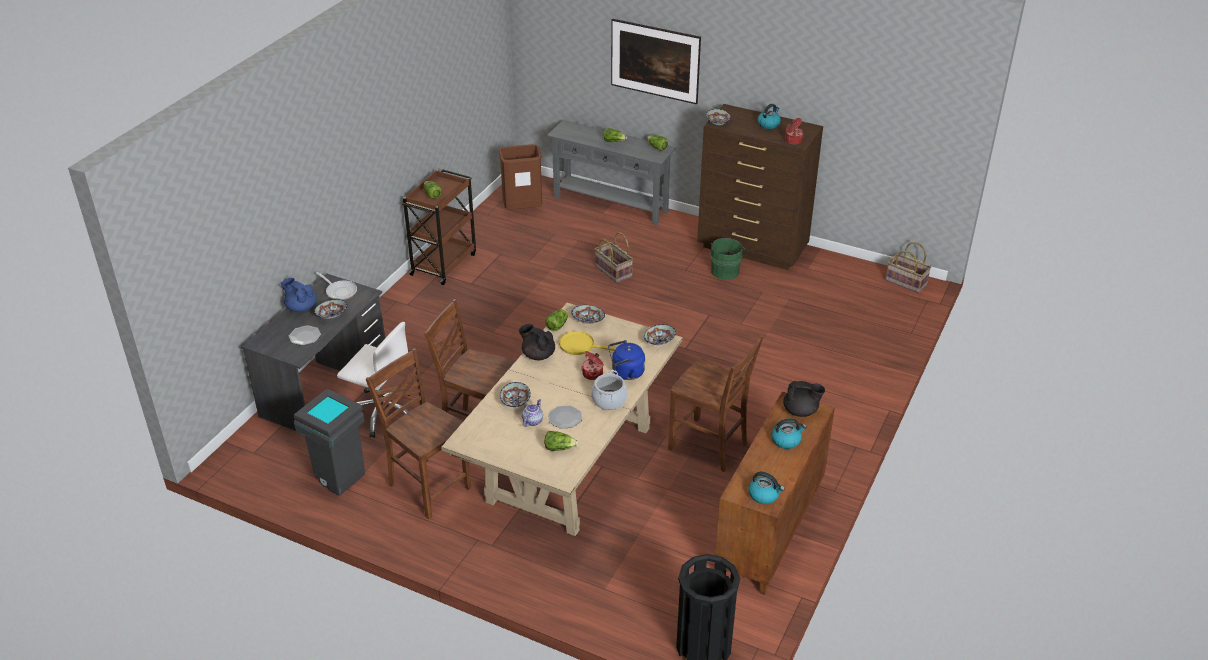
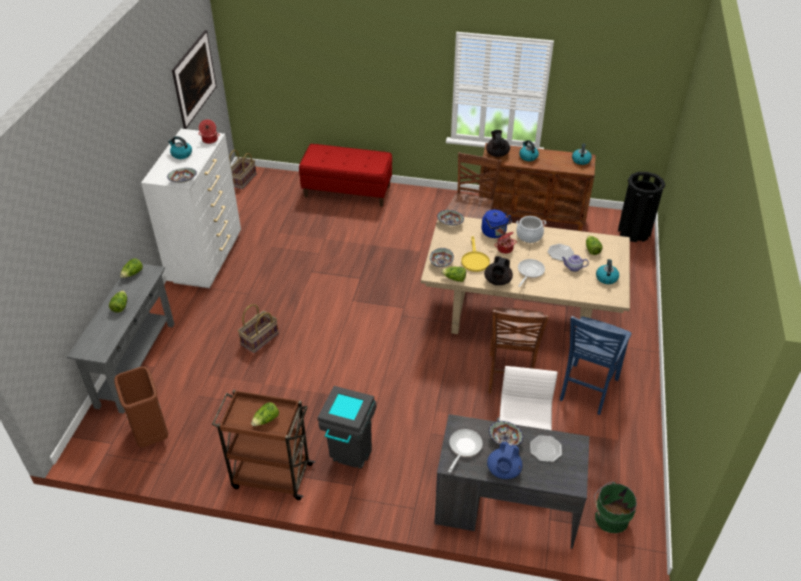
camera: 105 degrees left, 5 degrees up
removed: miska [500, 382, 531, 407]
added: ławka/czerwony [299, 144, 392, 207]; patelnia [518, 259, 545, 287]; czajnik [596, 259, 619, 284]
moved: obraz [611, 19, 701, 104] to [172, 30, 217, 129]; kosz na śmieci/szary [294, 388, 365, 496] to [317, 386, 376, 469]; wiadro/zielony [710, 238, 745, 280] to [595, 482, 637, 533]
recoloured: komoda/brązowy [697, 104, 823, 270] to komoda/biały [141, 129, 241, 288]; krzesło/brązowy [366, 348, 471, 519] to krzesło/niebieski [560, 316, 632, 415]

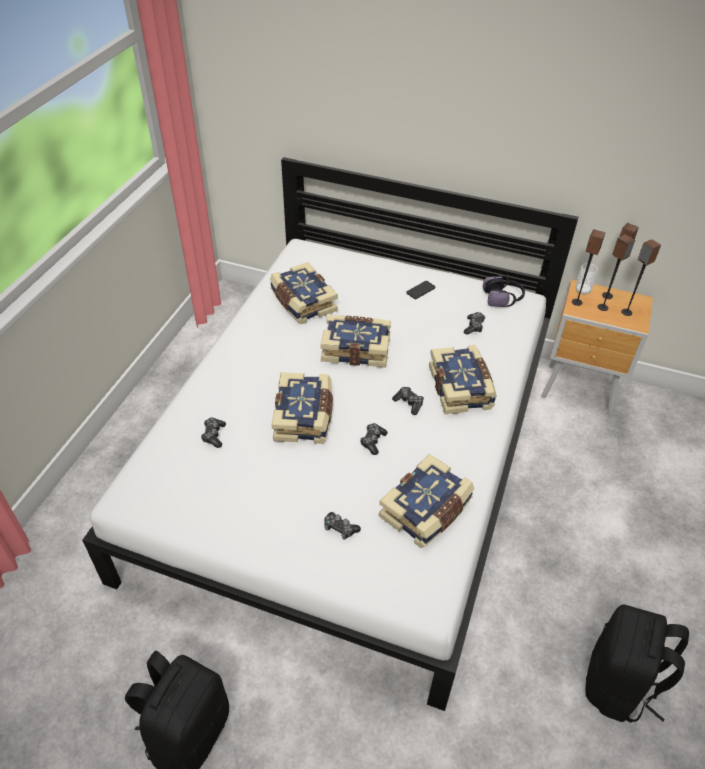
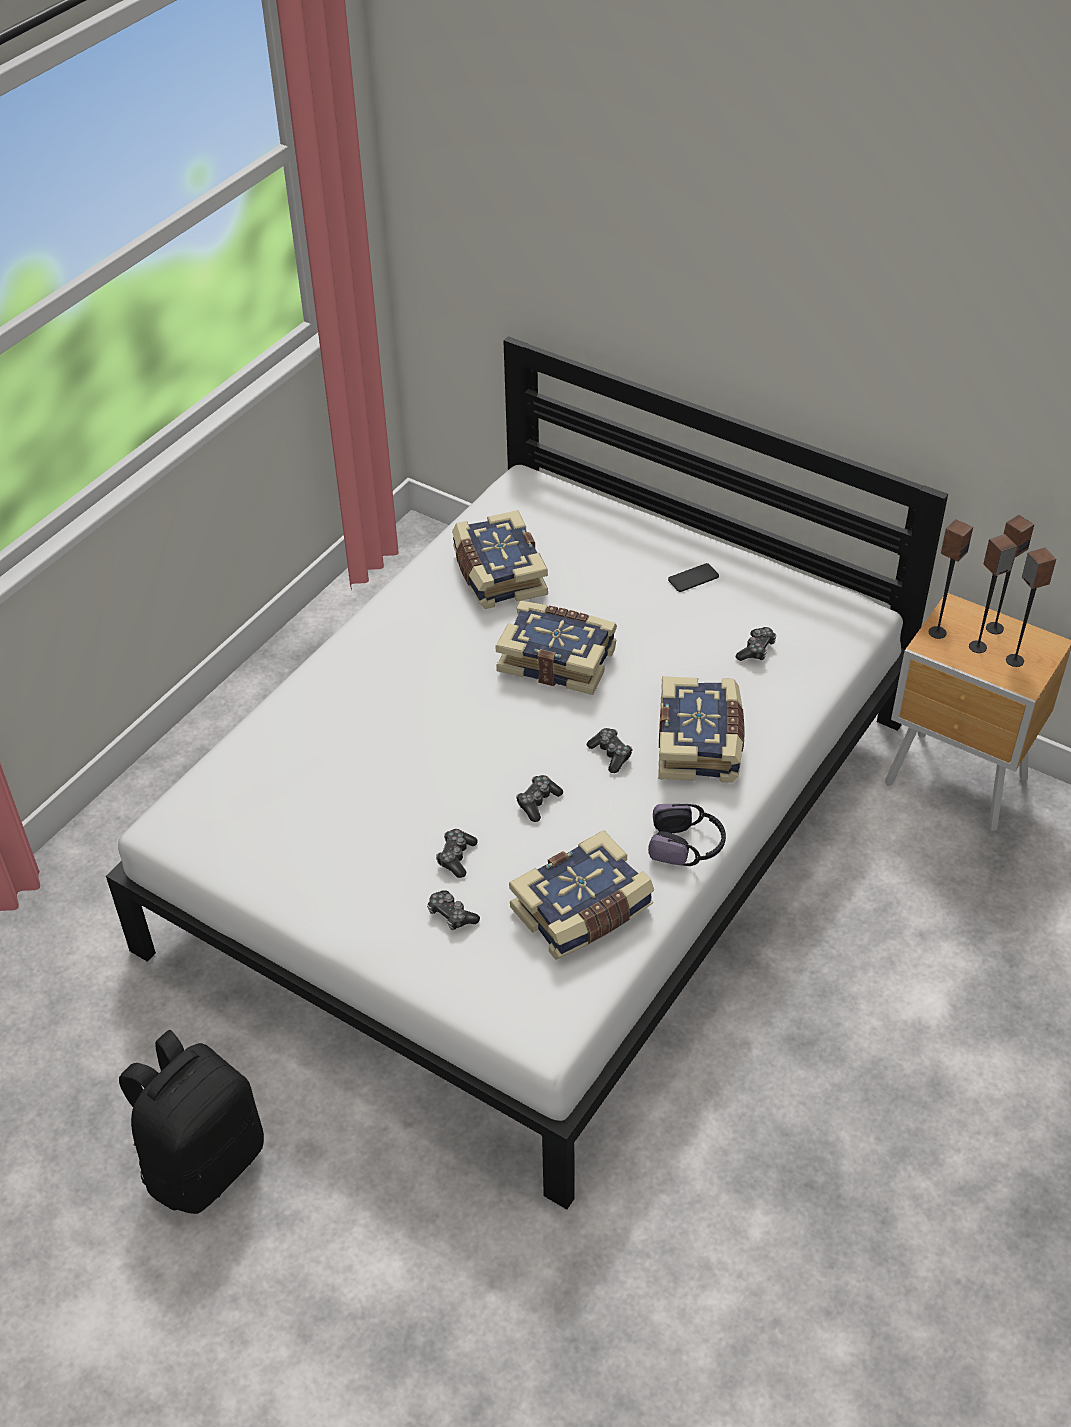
camera: 15 degrees right, 0 degrees up
removed: książka [272, 372, 333, 444]; filiżanka [575, 263, 598, 295]; plecak/czarny [585, 604, 689, 723]
moved: pad do gier [201, 418, 226, 448] to [436, 829, 478, 878]; słuchawki [483, 275, 525, 307] to [648, 804, 726, 866]

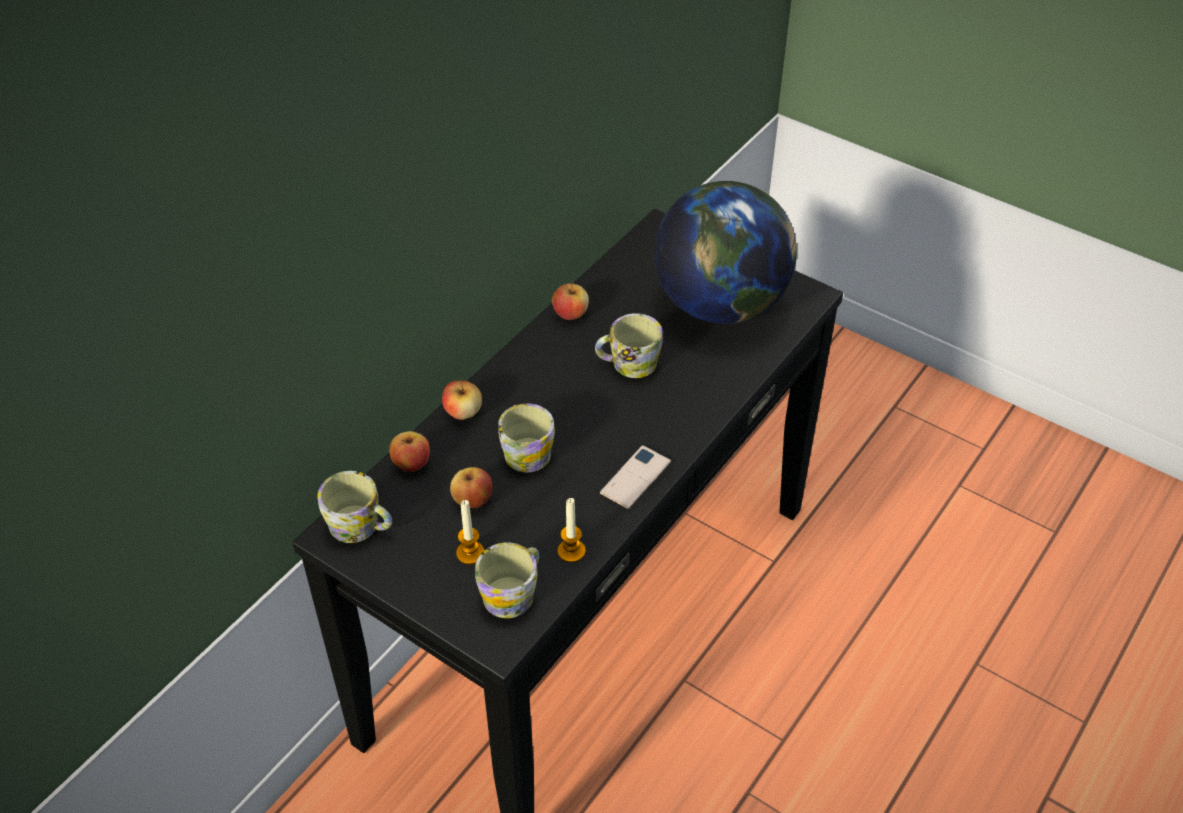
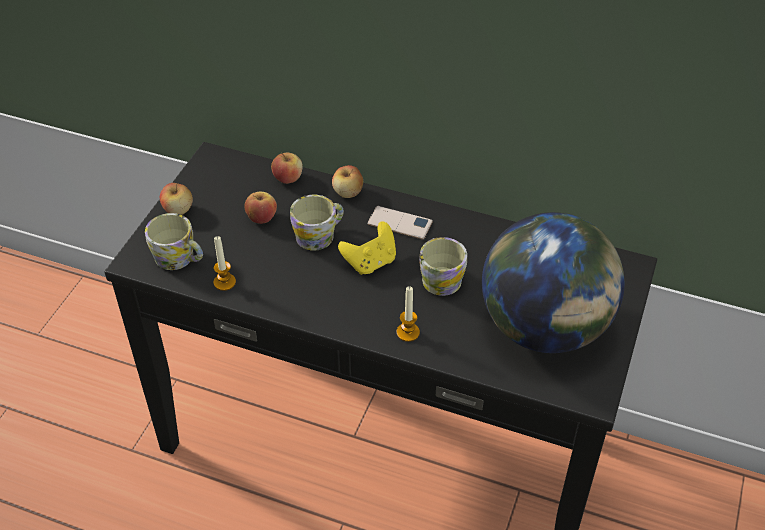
camera: 75 degrees right, 0 degrees up
removed: kubek [318, 471, 392, 543]
added: pad do gier/żółty [338, 221, 396, 275]
moved: jabłko [552, 283, 589, 320] to [160, 183, 193, 215]; telefon [600, 445, 671, 509] to [367, 206, 433, 240]; świeca [456, 500, 484, 565] to [397, 286, 420, 342]

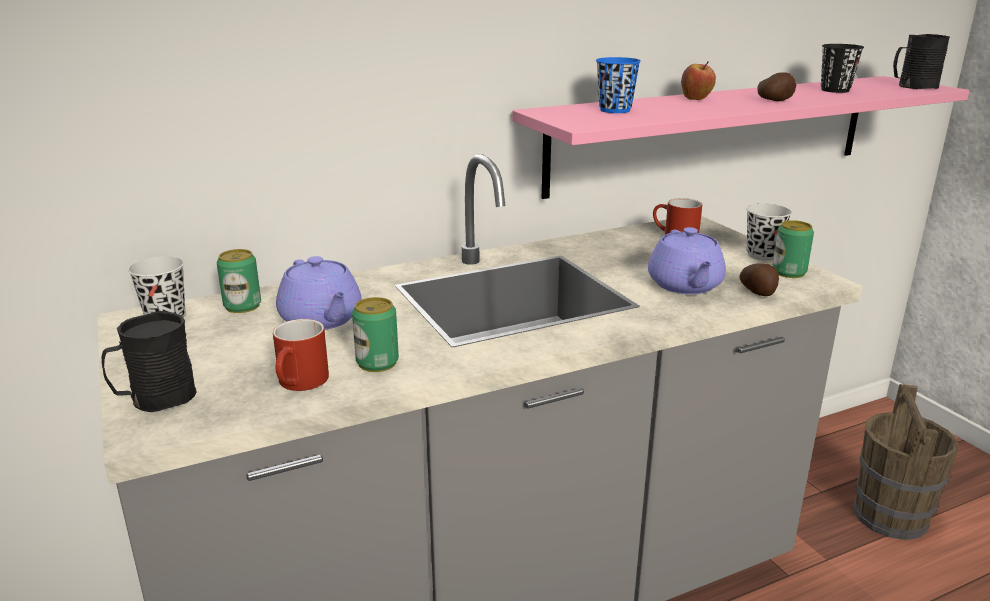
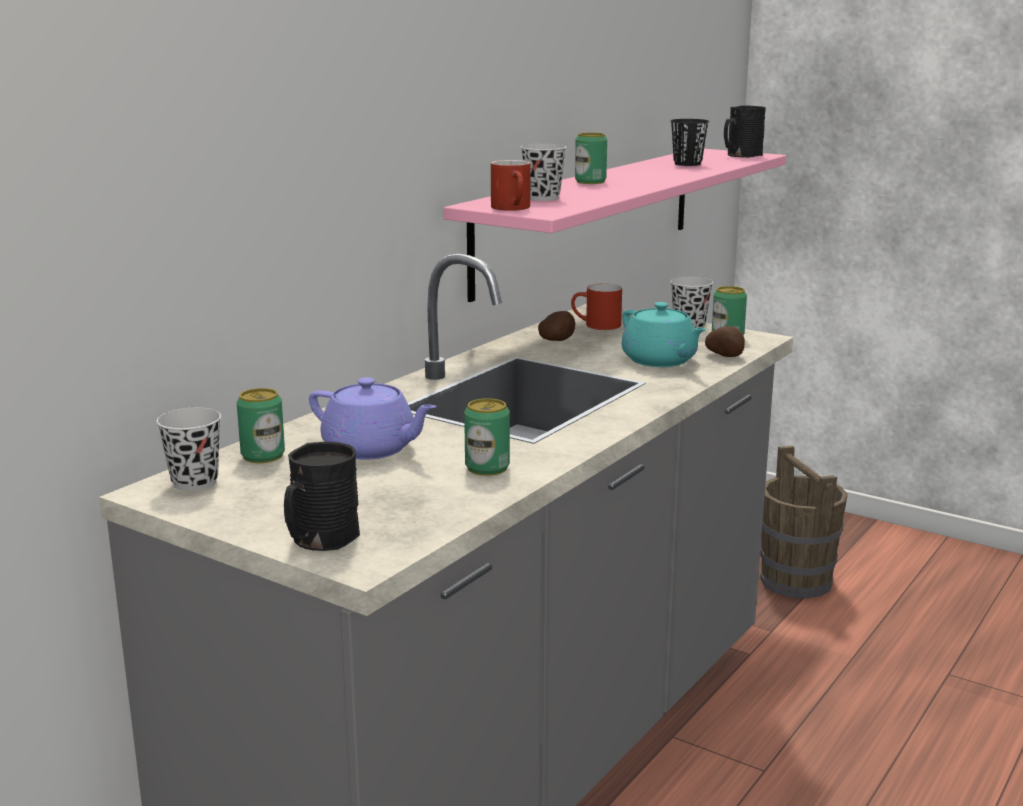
camera: 30 degrees left, 5 degrees down
moved: kubek/czerwony [273, 319, 329, 391] to [491, 160, 531, 211]; ziemniak [757, 72, 796, 101] to [538, 311, 575, 341]
replaced: jabłko [681, 62, 716, 100] to puszka [575, 133, 607, 184]
recoloured: filiżanka/niebieski [596, 57, 641, 113] to filiżanka/czarny [521, 144, 566, 201]; imbryk/fioletowy [648, 227, 726, 294] to imbryk/turkusowy [621, 302, 706, 367]

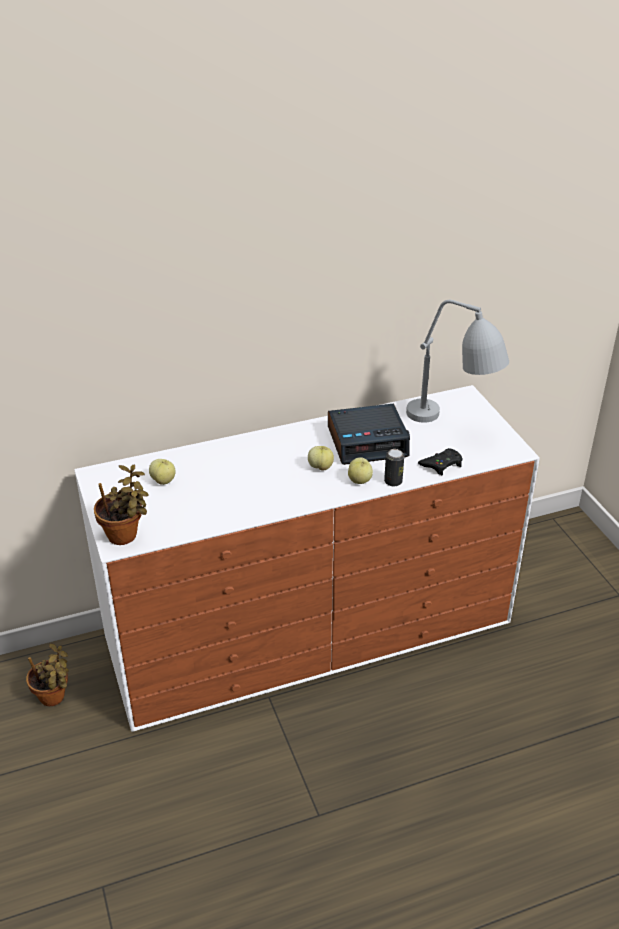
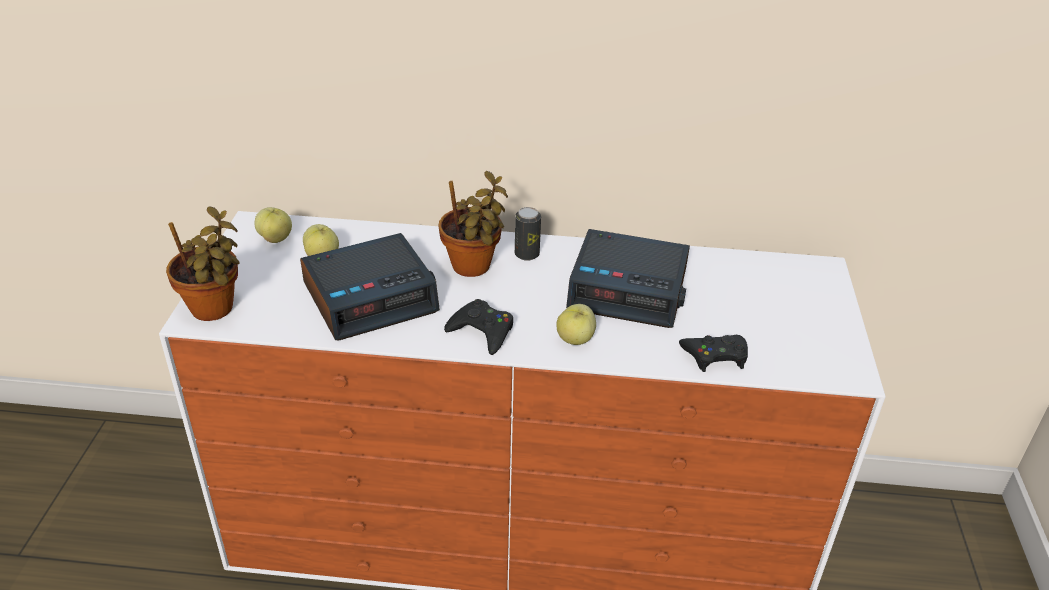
camera: 25 degrees right, 0 degrees up
removed: lampa stołowa/szary [406, 300, 509, 423]
added: budzik [300, 233, 440, 340]; pad do gier/czarny [444, 299, 513, 355]
moved: jabłko [308, 446, 334, 470] to [255, 207, 292, 243]; roślina doniczkowa [26, 643, 69, 706] to [438, 171, 508, 277]; puszka [384, 449, 404, 486] to [515, 207, 541, 261]

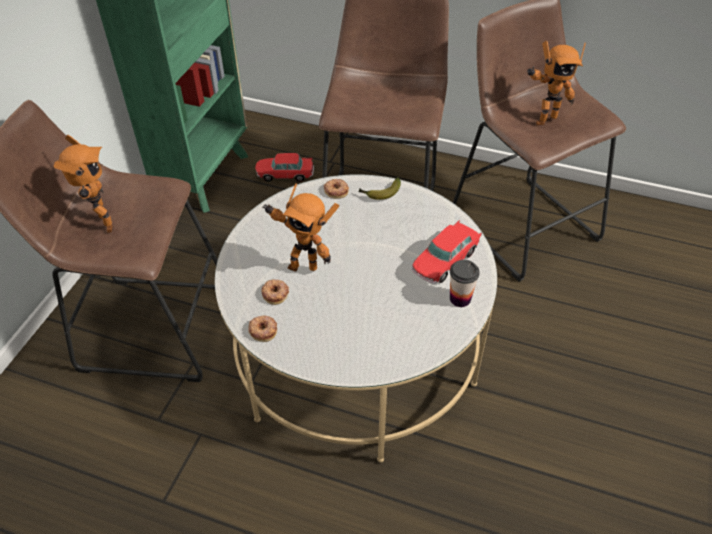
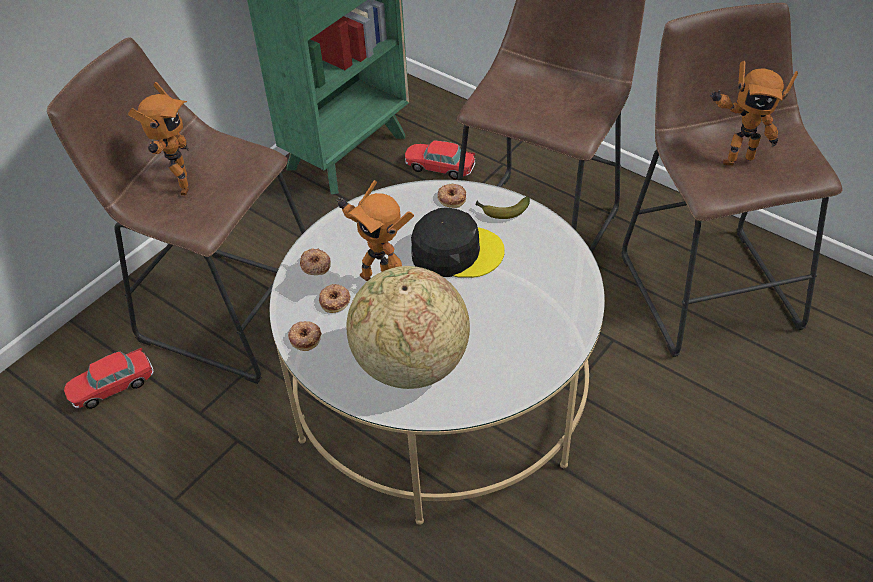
camera: 20 degrees right, 0 degrees up
removed: filiżanka [450, 260, 480, 307]
added: donut [300, 248, 331, 275]; globus [346, 266, 470, 389]; czapka z daszkiem/czarny [411, 208, 505, 278]
moved: samochodzik [411, 220, 482, 284] to [64, 348, 153, 409]

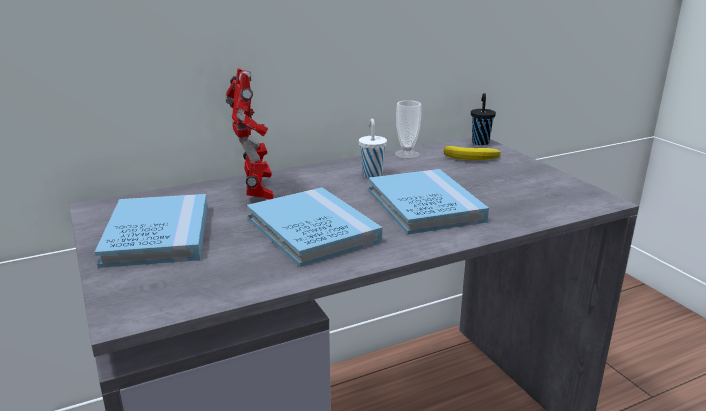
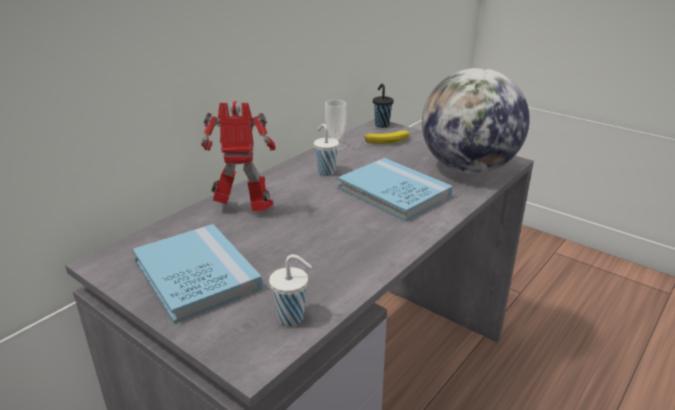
camera: 25 degrees left, 5 degrees up
removed: książka/niebieski [247, 187, 383, 267]
added: filiżanka/biały [269, 254, 312, 326]; globus [422, 68, 530, 174]
turned: robot zabawkowy [226, 68, 274, 200] = [201, 101, 275, 211] 45 degrees counterclockwise

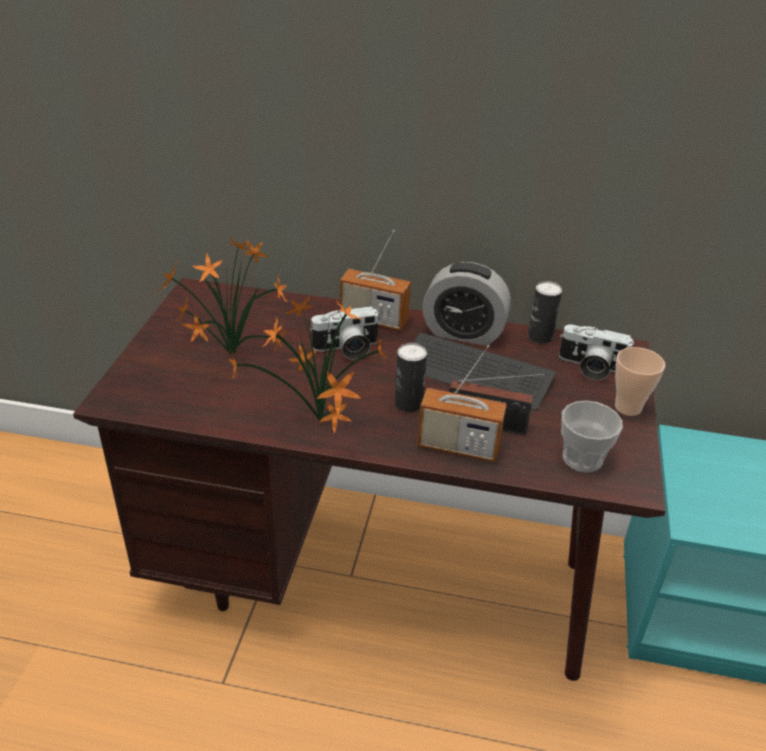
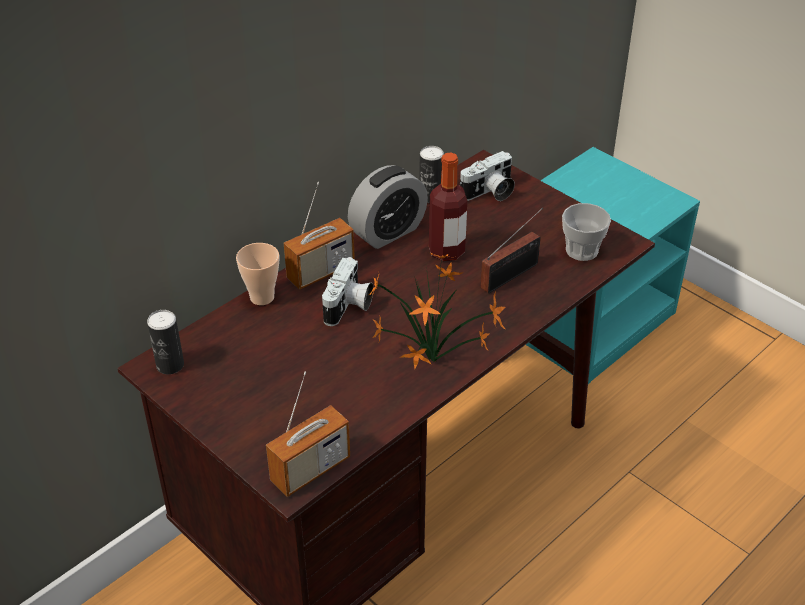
camera: 55 degrees left, 5 degrees up
removed: roślina doniczkowa [156, 237, 288, 355]
moved: puszka [395, 343, 427, 412] to [147, 310, 184, 374]; filiżanka [615, 347, 665, 416] to [236, 243, 279, 305]; radio [417, 345, 507, 462] to [266, 371, 350, 497]
replaced: klawiatura [414, 332, 556, 410] to butelka [429, 153, 467, 261]

